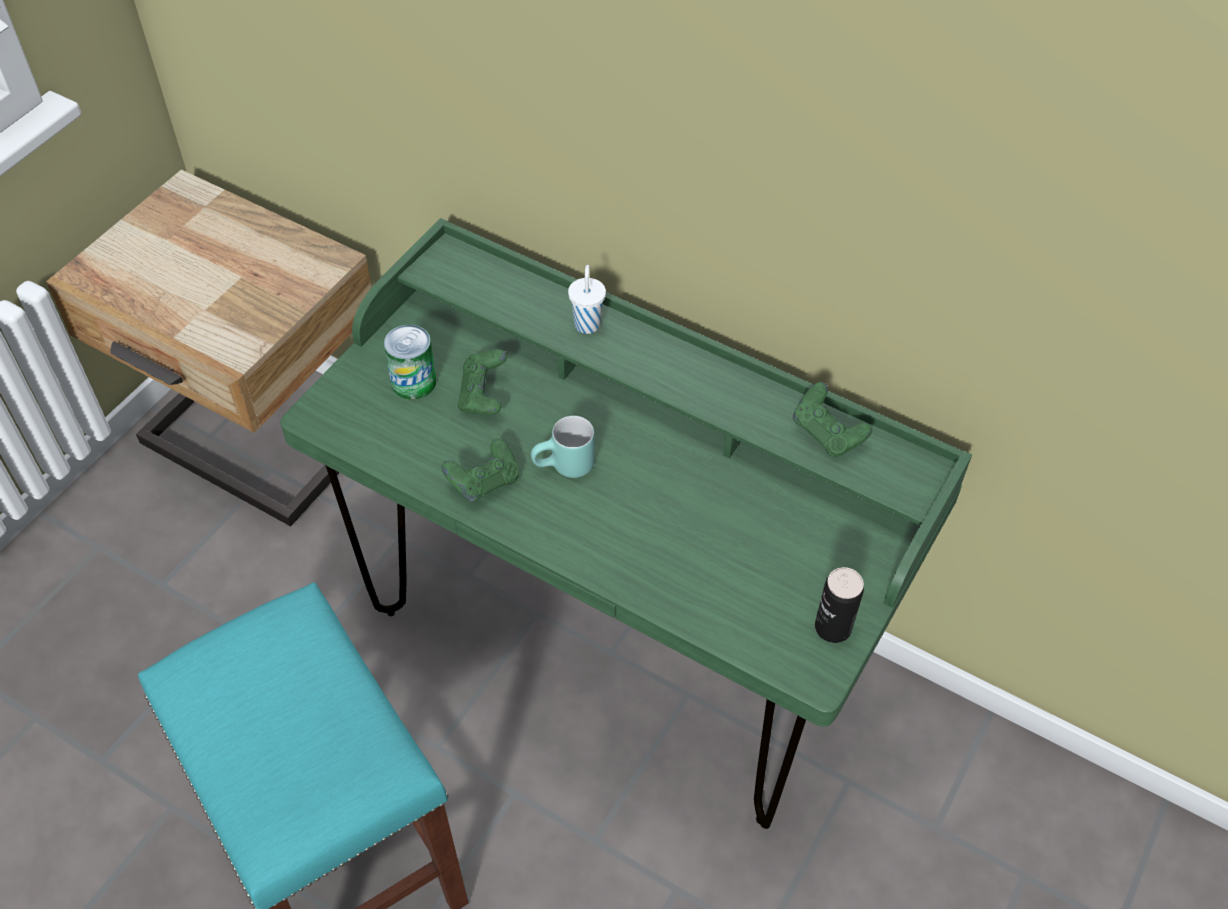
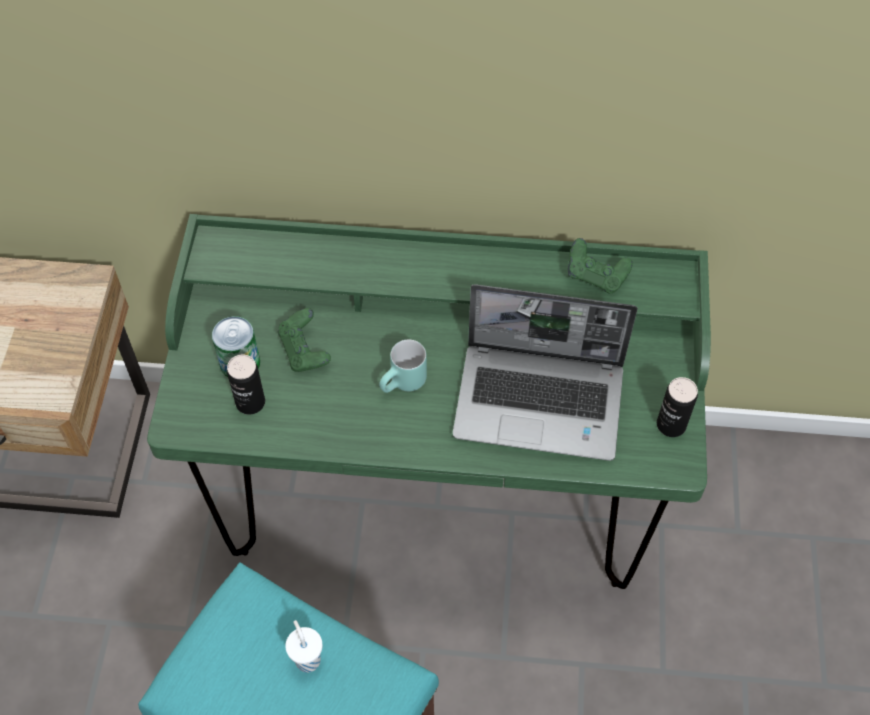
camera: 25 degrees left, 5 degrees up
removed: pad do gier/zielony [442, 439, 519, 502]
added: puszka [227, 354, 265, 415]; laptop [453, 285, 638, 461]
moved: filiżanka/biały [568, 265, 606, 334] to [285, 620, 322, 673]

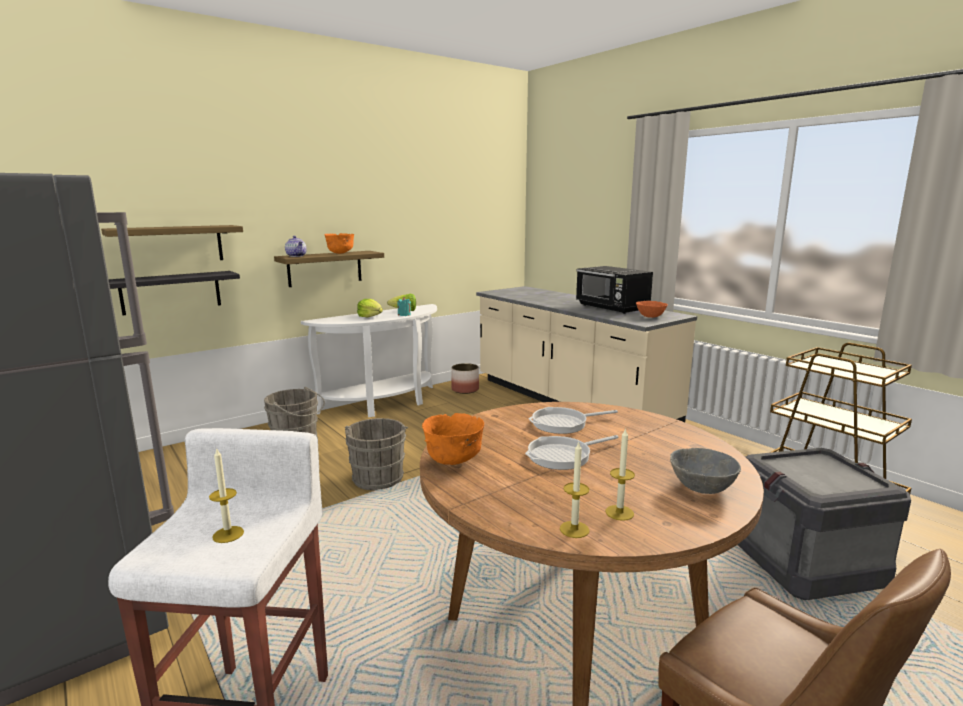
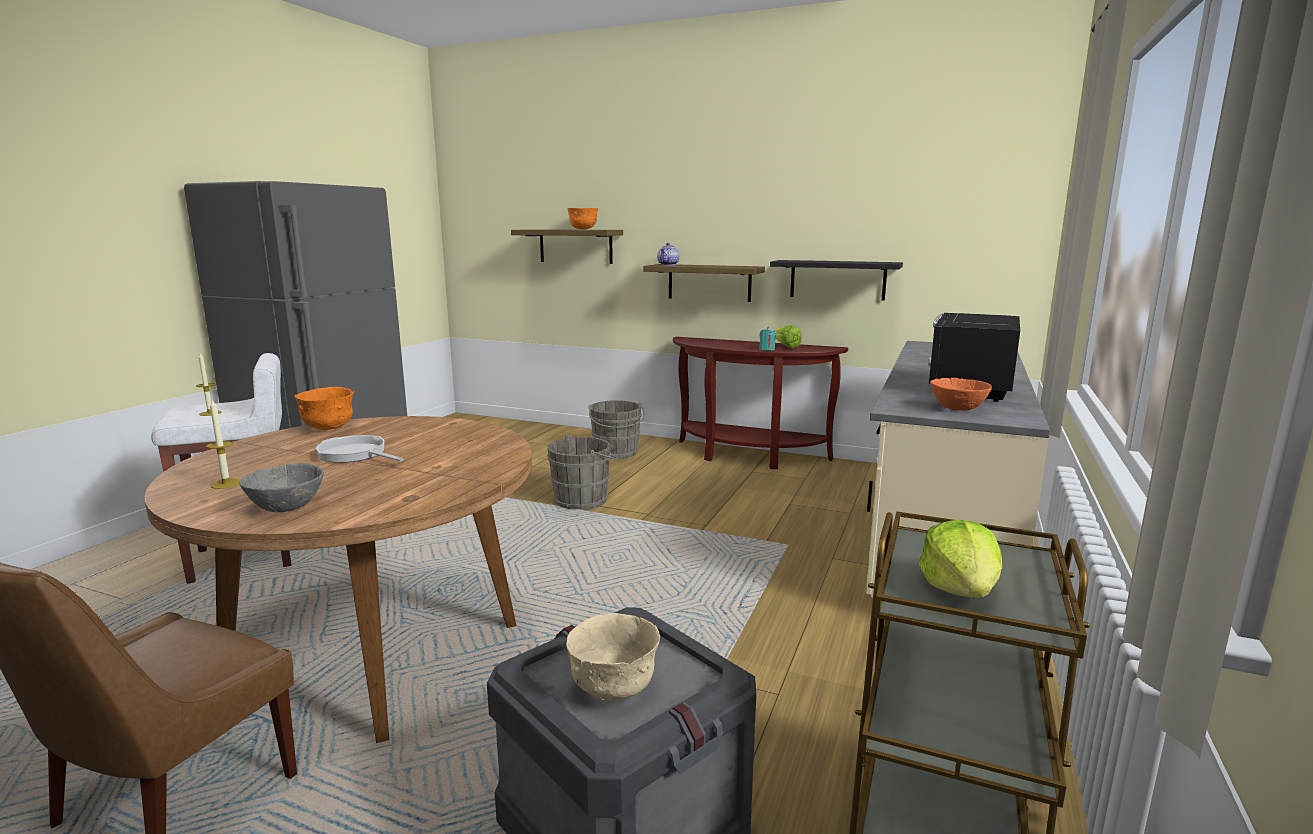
camera: 60 degrees right, 0 degrees up
removed: donica [451, 363, 479, 394]; patelnia [528, 407, 618, 434]; świeca [560, 441, 590, 538]
added: miska/beżowy [566, 613, 660, 701]
moved: miska/pomarańczowy [324, 233, 354, 254] to [567, 208, 598, 230]; półka/czarny [109, 271, 240, 315] to [770, 260, 903, 301]; sałata [357, 299, 383, 318] to [919, 519, 1002, 598]
recoloured: stolik konsolowy/biały [301, 304, 437, 417] to stolik konsolowy/brązowy [673, 337, 848, 469]

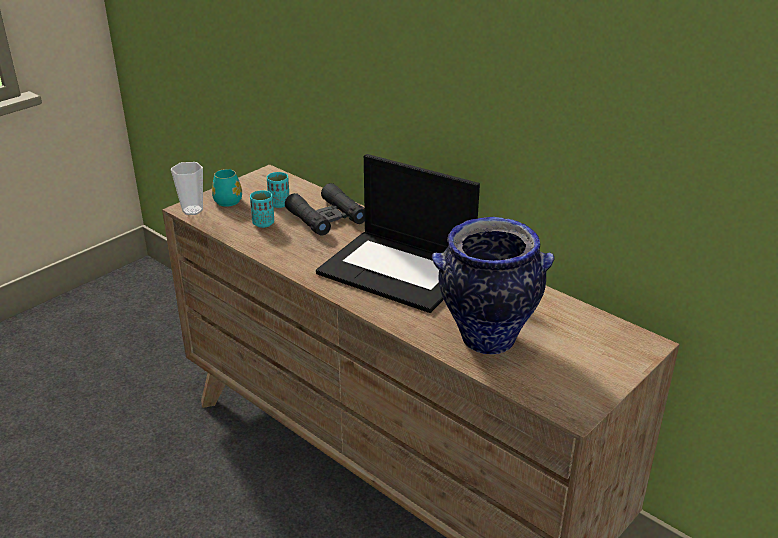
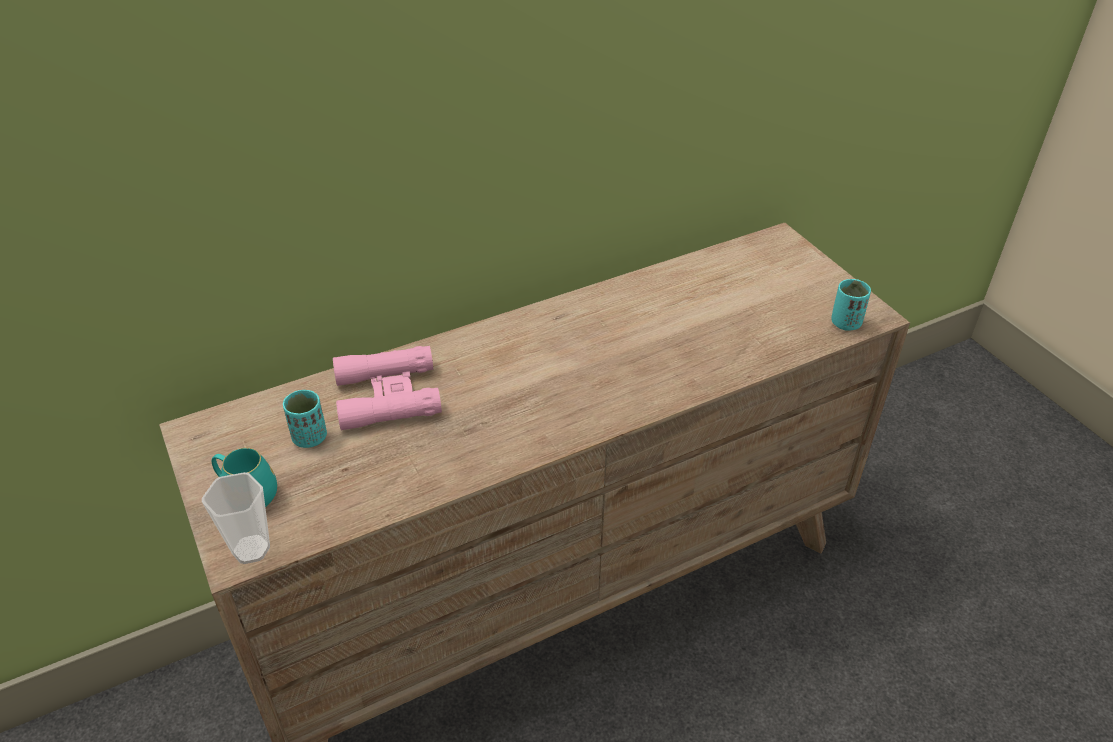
camera: 70 degrees left, 10 degrees up
removed: laptop [316, 154, 480, 313]; wazon [432, 217, 554, 354]
moved: filiżanka/turkusowy [250, 190, 274, 228] to [831, 279, 871, 331]
recoloured: lornetka/czarny [285, 183, 365, 236] to lornetka/różowy [333, 346, 442, 430]

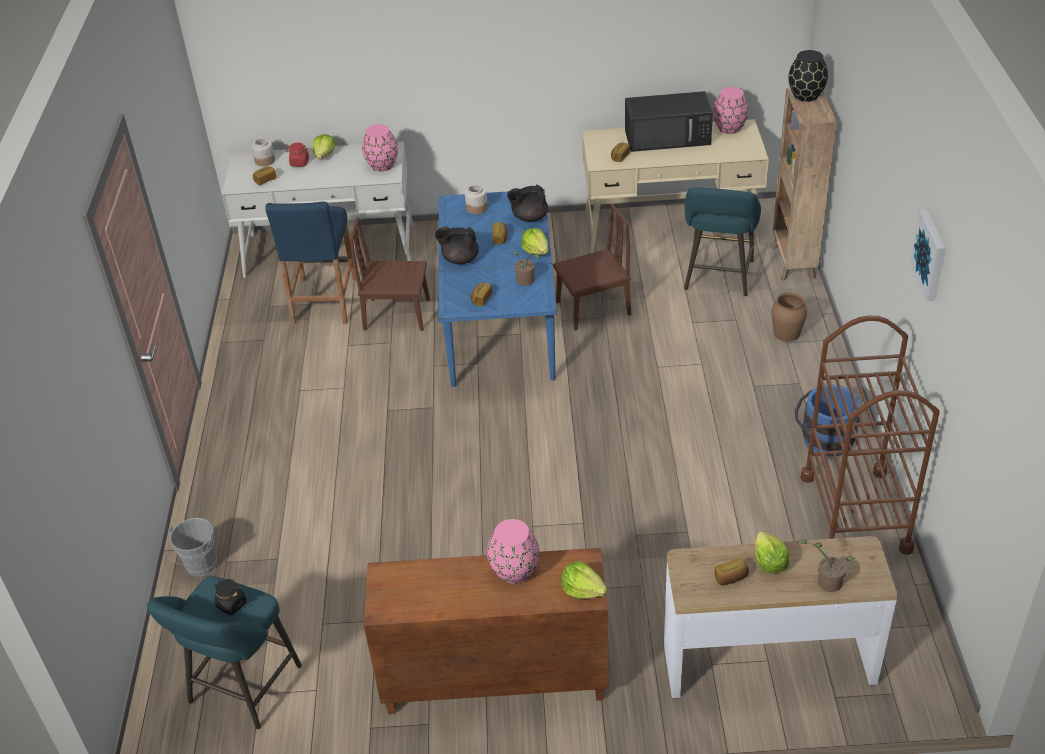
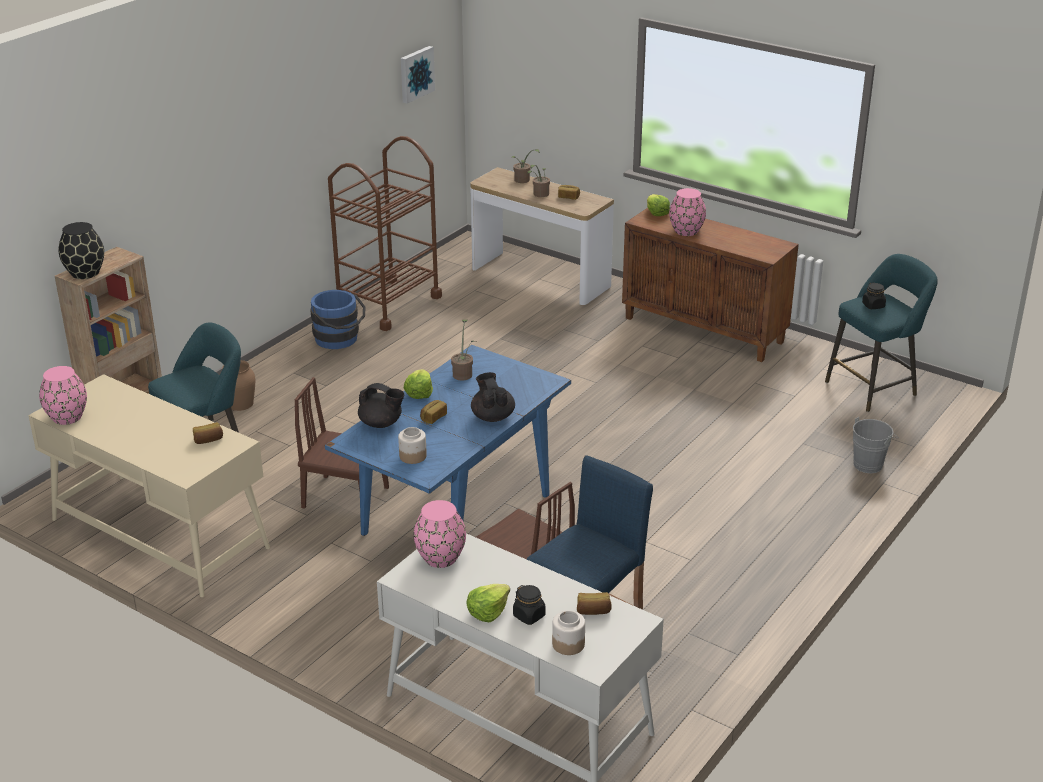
camera: 145 degrees left, 10 degrees down
removed: chleb [471, 283, 492, 306]; mikrofalówka/czarny [625, 91, 713, 152]
moved: obraz [910, 210, 946, 301] to [401, 46, 435, 103]
replaced: sałata [755, 531, 790, 574] to roślina doniczkowa [527, 165, 550, 197]
recoloured: słoik/czerwony [286, 142, 310, 167] to słoik/czarny [513, 585, 546, 625]
turned: imbryk/czarny [435, 227, 479, 264] = [471, 372, 515, 422] 150 degrees counterclockwise

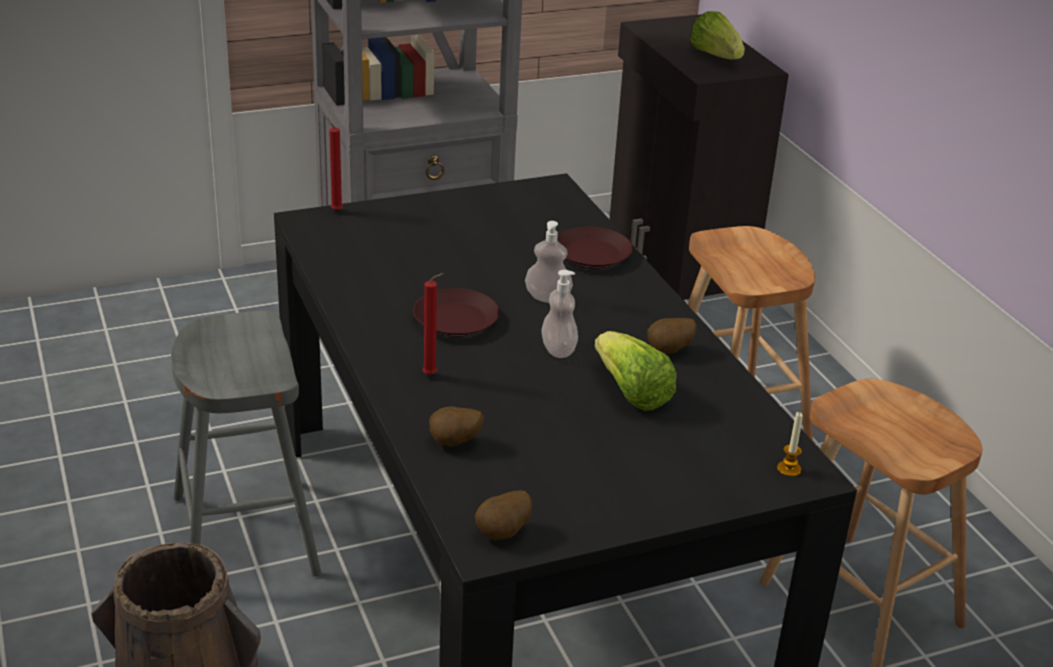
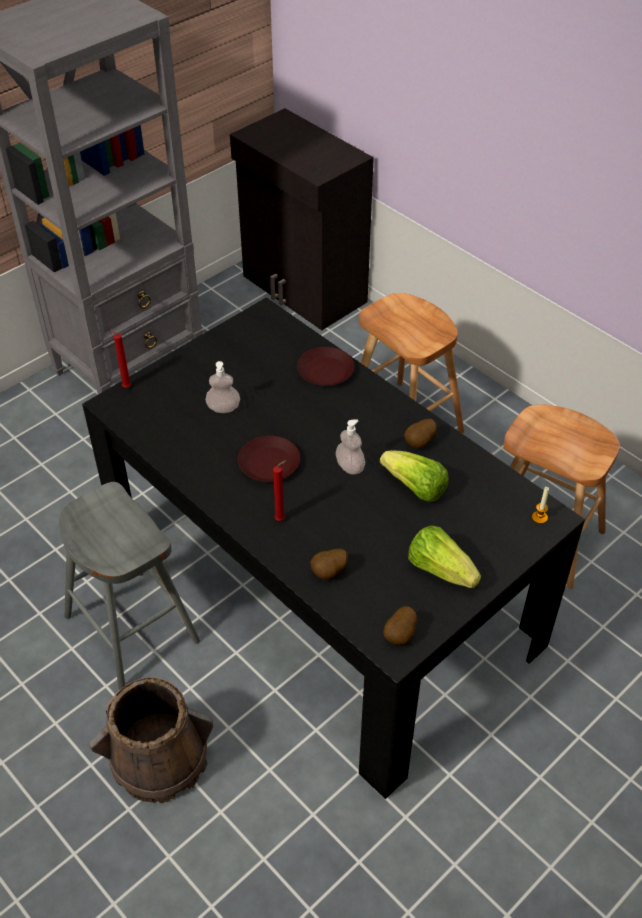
camera: 20 degrees left, 15 degrees up
moved: dozownik mydła [525, 221, 573, 303] to [205, 361, 240, 413]; sałata [690, 11, 745, 60] to [408, 525, 481, 588]

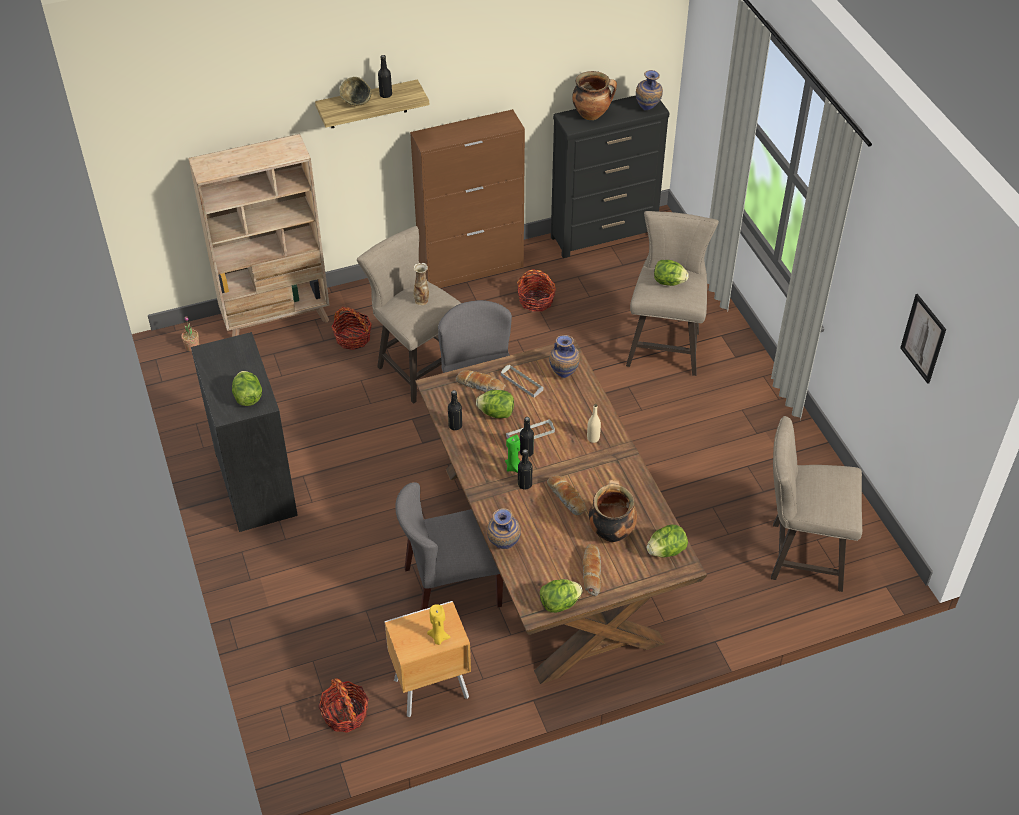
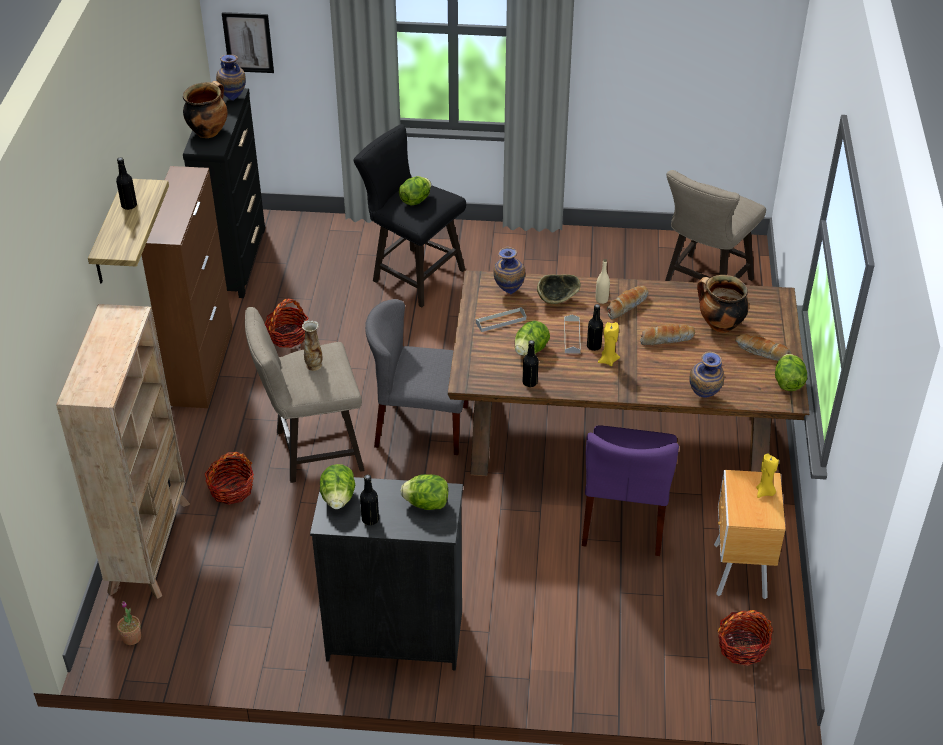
camera: 65 degrees left, 5 degrees down
moved: obraz [900, 294, 946, 384] to [222, 12, 274, 73]; sałata [647, 525, 688, 557] to [320, 464, 355, 509]; butelka/czarny [518, 449, 532, 490] to [360, 475, 379, 525]; miska [340, 77, 372, 106] to [537, 274, 581, 304]; chleb [456, 370, 506, 392] to [607, 286, 648, 319]
recoloured: stołek/beżowy [626, 211, 719, 376] to stołek/czarny [353, 124, 466, 308]; krzesło/szary [395, 482, 503, 610] to krzesło/fioletowy [582, 426, 679, 556]; świeca/zielony [505, 435, 520, 473] to świeca/żółty [598, 322, 620, 366]

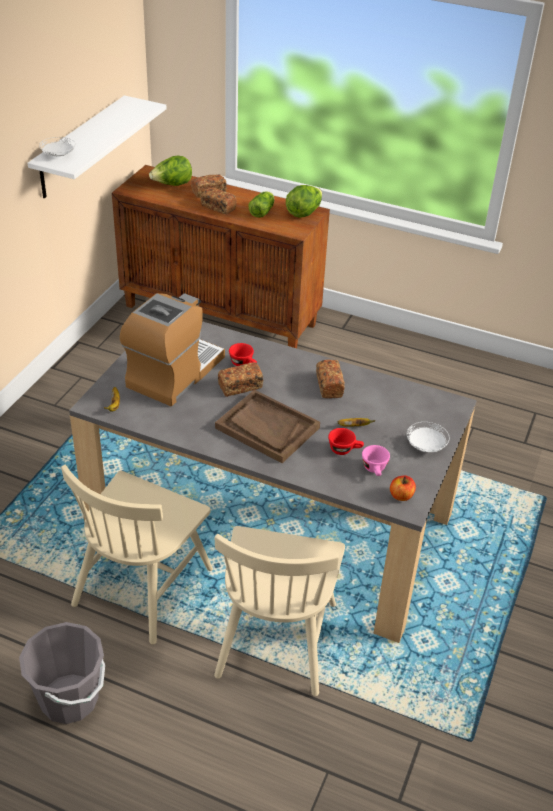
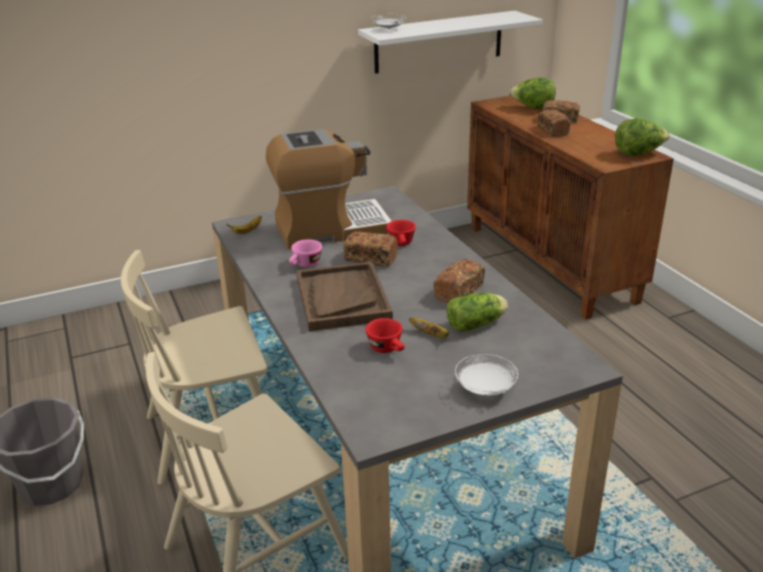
camera: 45 degrees right, 10 degrees down
removed: jabłko [390, 475, 416, 501]
moved: filiżanka/różowy [362, 445, 390, 476] to [289, 239, 322, 267]; sałata [249, 192, 274, 218] to [446, 293, 508, 332]

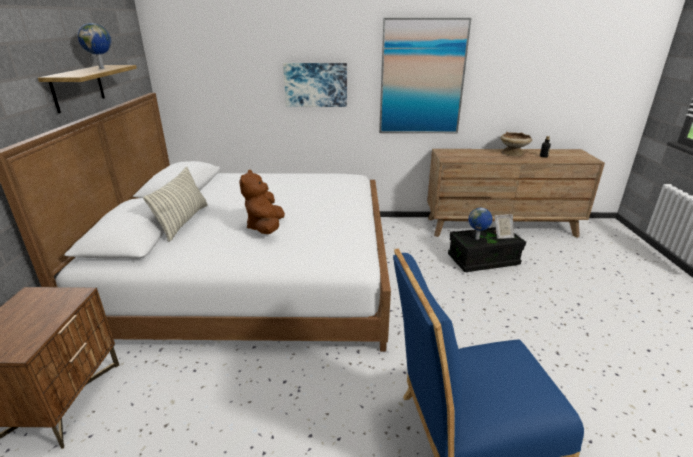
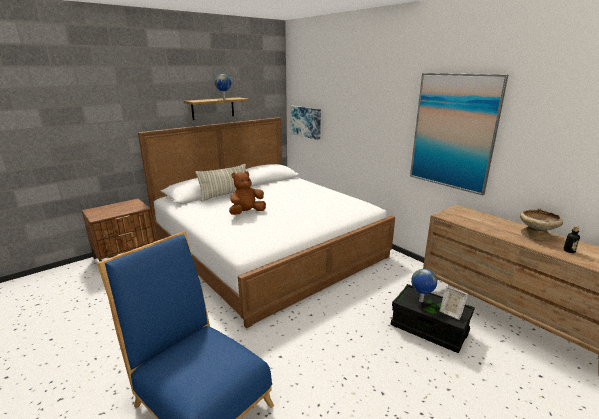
camera: 50 degrees right, 5 degrees down
moved: obraz [283, 63, 347, 107] to [291, 106, 321, 140]

